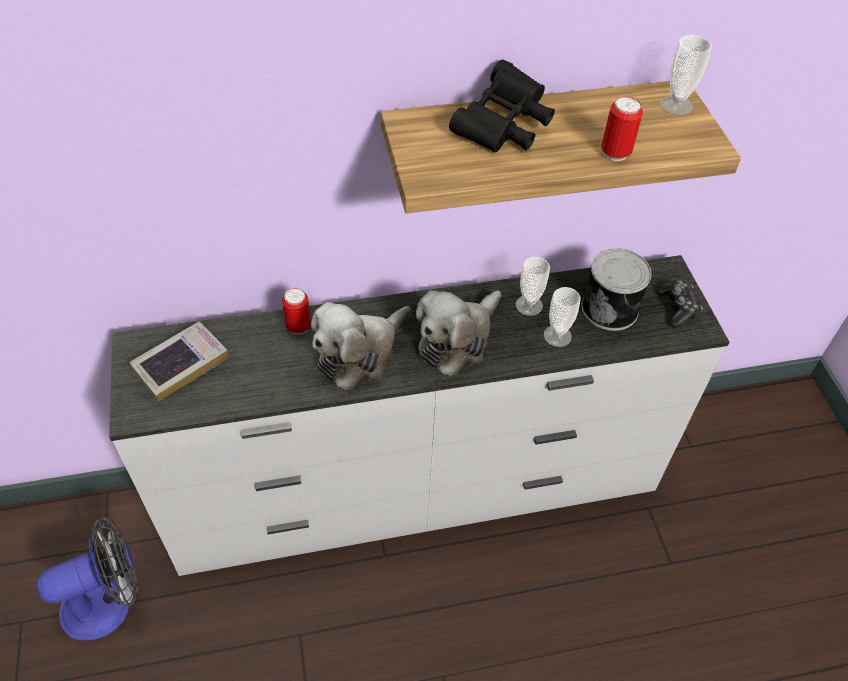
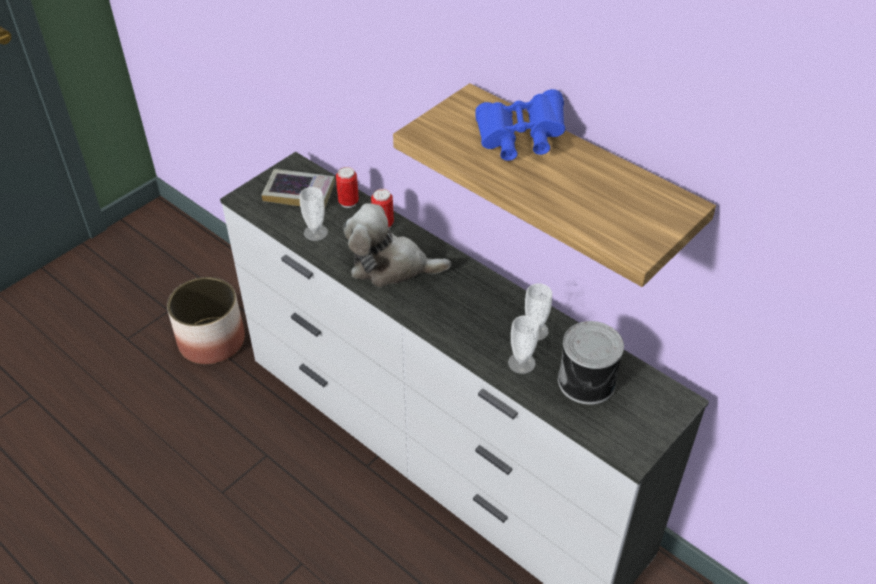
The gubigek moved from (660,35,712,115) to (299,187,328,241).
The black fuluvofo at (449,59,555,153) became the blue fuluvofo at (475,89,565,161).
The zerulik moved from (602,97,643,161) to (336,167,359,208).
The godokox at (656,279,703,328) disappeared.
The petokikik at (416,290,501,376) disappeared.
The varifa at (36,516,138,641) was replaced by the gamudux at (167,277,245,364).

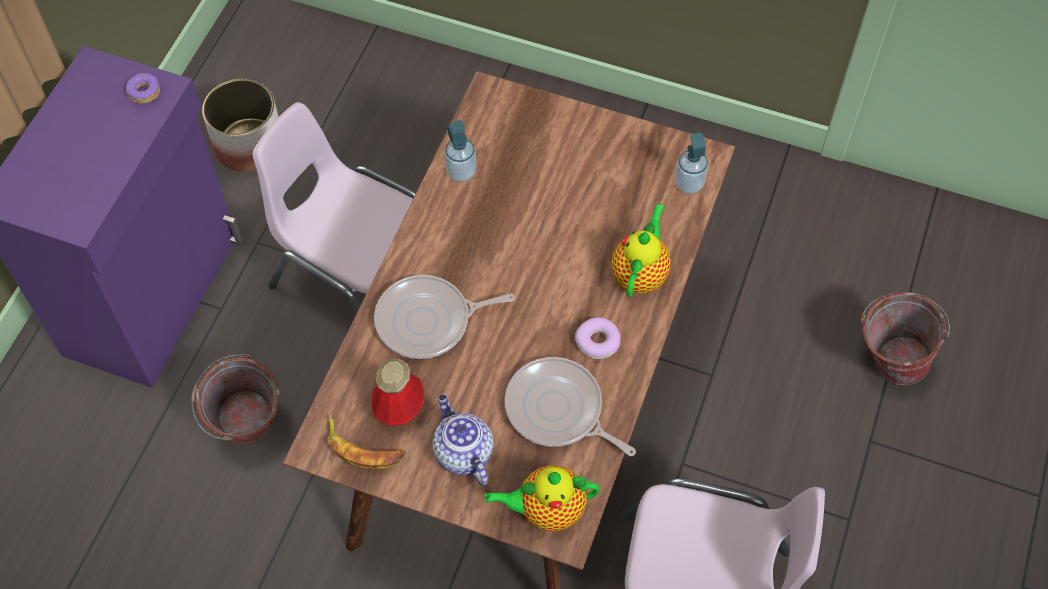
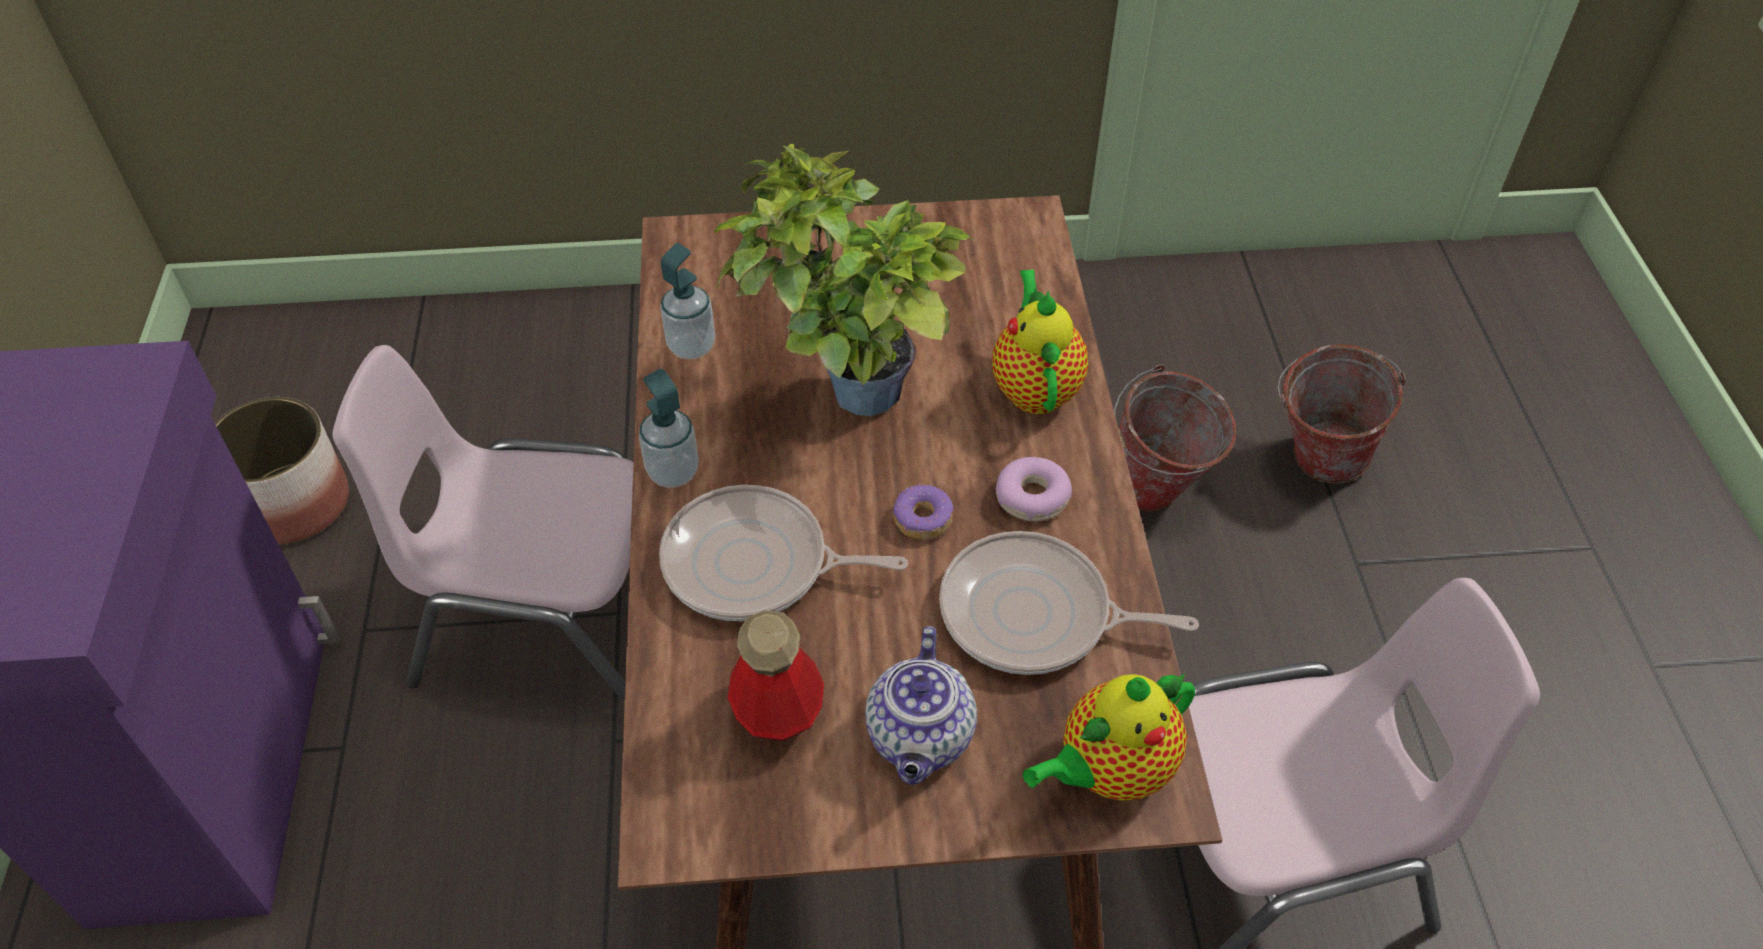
The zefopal moved from (126,73,160,104) to (893,484,953,540).
The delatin moved from (675,133,708,194) to (639,369,698,488).
The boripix at (374,275,515,359) turned 45 degrees clockwise.
The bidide moved from (191,354,280,443) to (1114,365,1237,512).
The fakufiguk at (432,395,494,486) turned 120 degrees counterclockwise.
The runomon at (327,414,406,470) disappeared.
The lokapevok at (714,144,973,416) appeared.

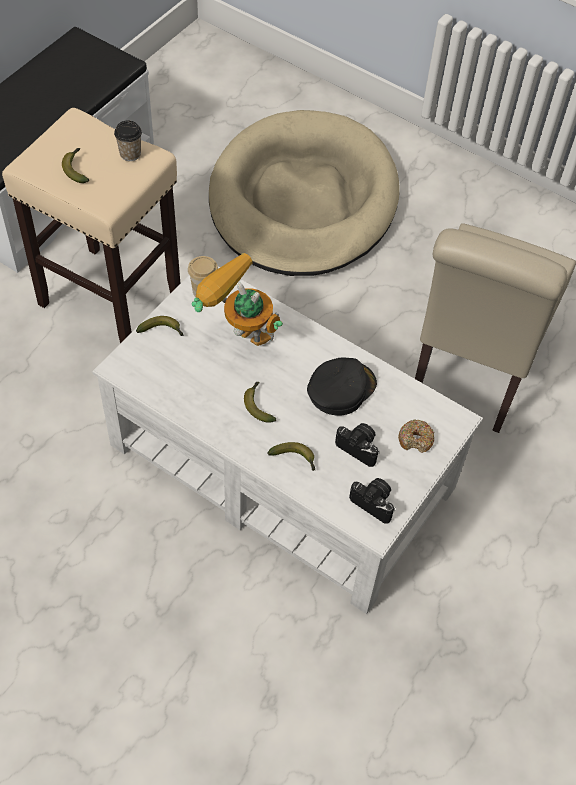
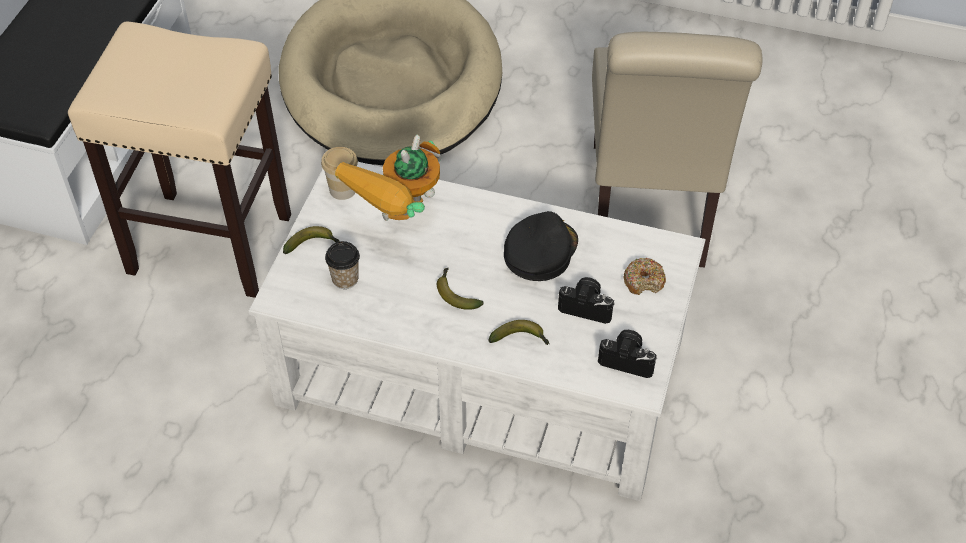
The gubigek moved from (114,121,142,161) to (325,241,360,289).
The runomon at (62,148,89,183) disappeared.
The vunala at (192,253,283,346) turned 75 degrees counterclockwise.

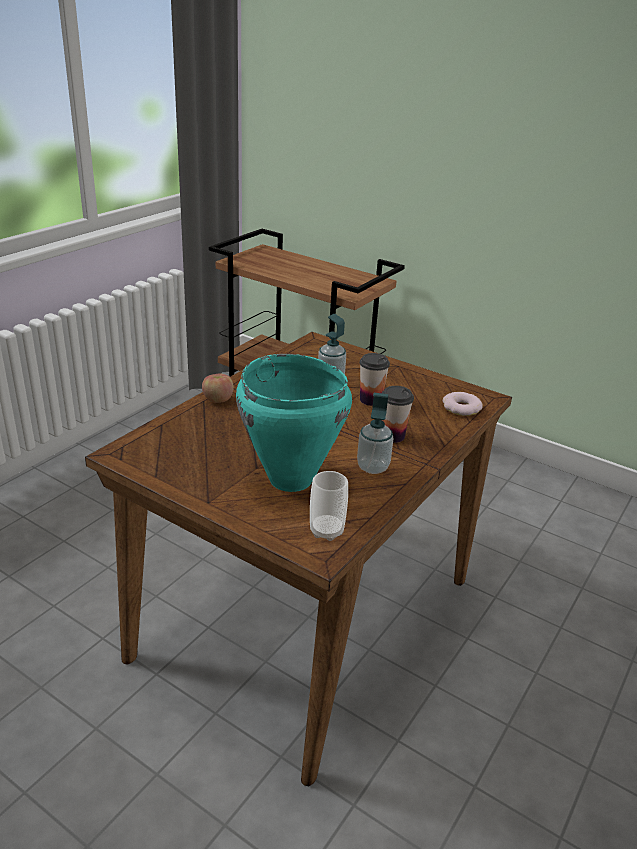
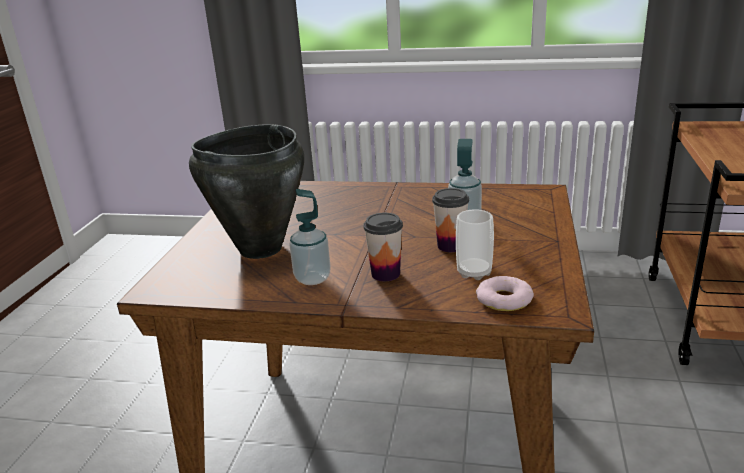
The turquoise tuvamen at (236,354,352,492) became the black tuvamen at (189,124,304,259).
The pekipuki at (202,374,234,403) disappeared.
The gubigek moved from (310,471,348,541) to (456,209,494,280).

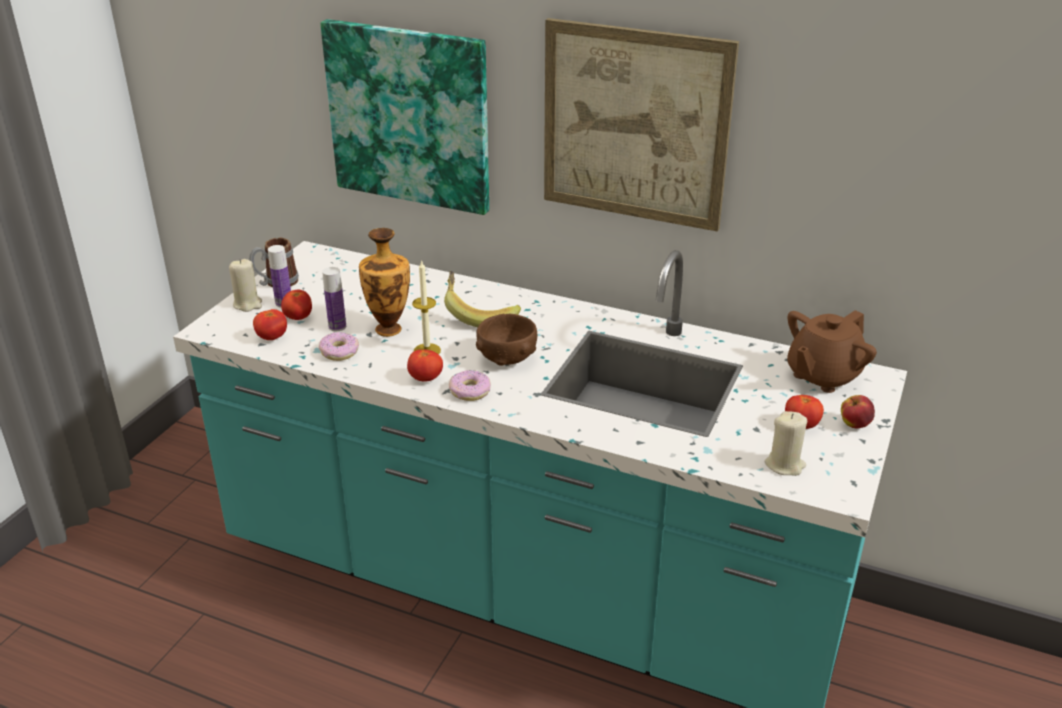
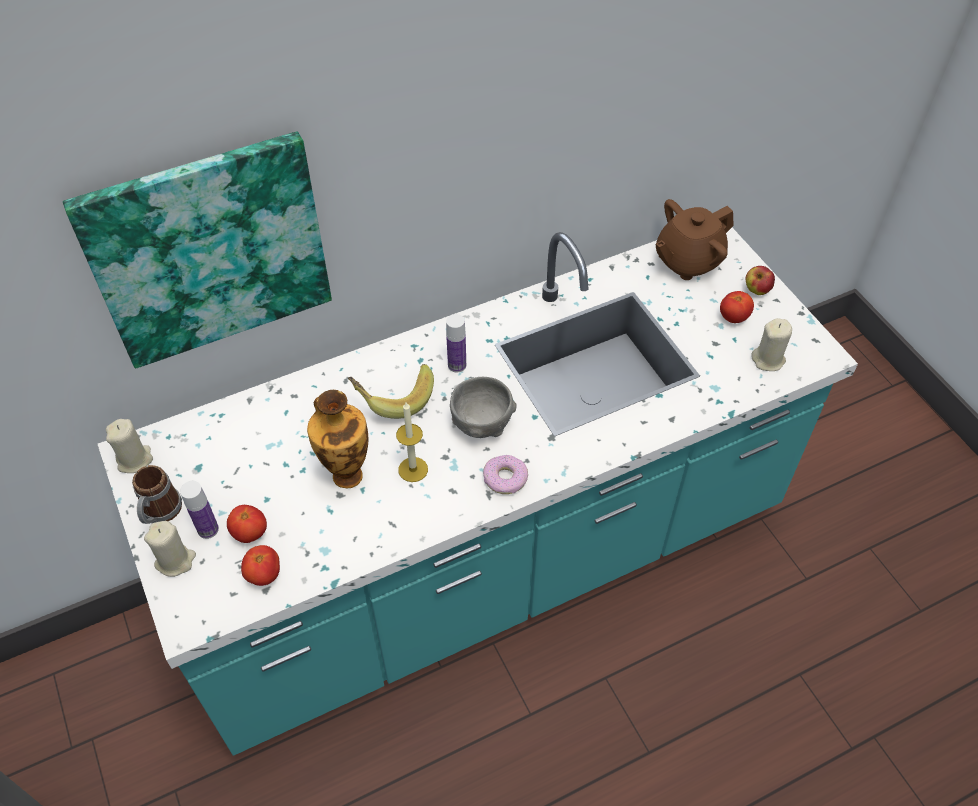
The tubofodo at (544,18,739,232) disappeared.
The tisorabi moved from (322,267,346,331) to (446,314,466,372).
The brown fakufiguk at (787,310,877,393) turned 60 degrees clockwise.
The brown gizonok at (476,314,537,366) became the grey gizonok at (450,377,517,438).
The zefopal at (319,332,359,361) disappeared.
The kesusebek at (407,350,443,381) disappeared.
The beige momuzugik at (106,419,153,473) appeared.

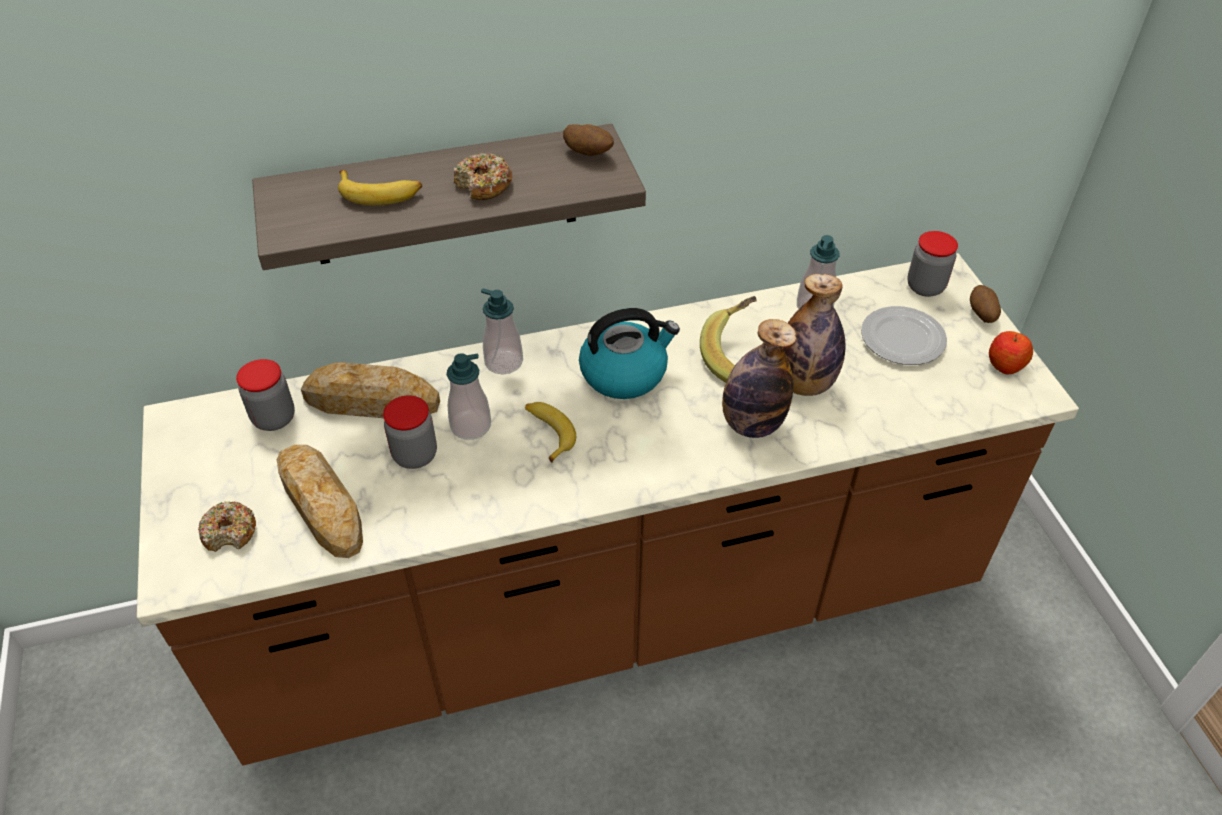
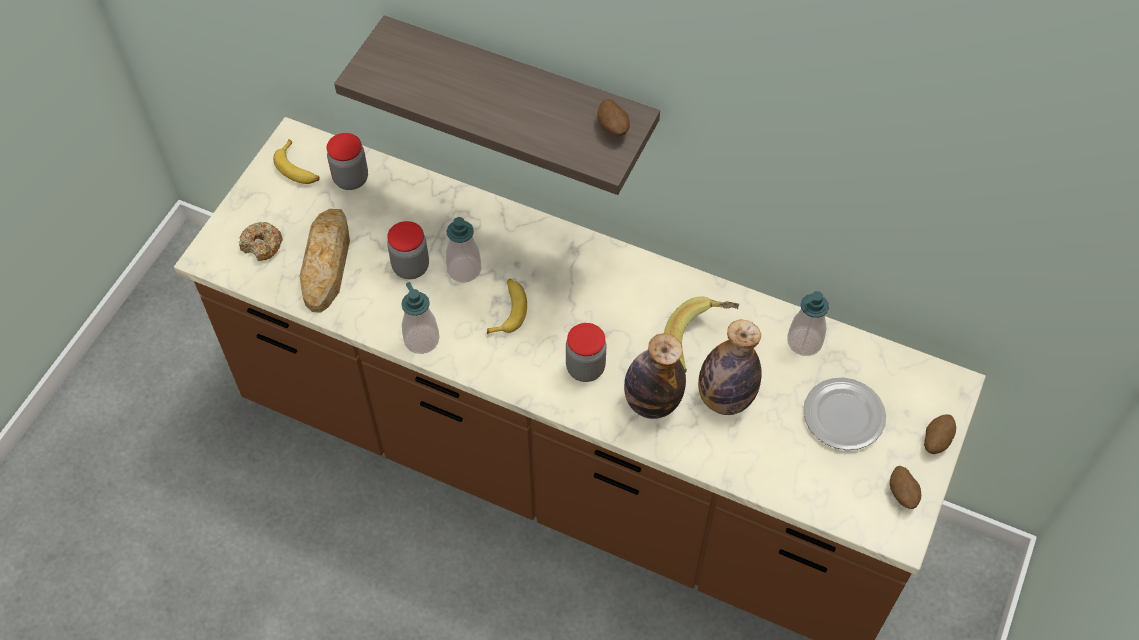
The zefopal at (453,153,512,200) disappeared.
The runomon moved from (338,170,422,205) to (273,139,319,184).
The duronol moved from (907,231,958,297) to (566,323,606,382).
The delatin moved from (481,288,523,375) to (401,282,440,354).
The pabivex at (579,308,680,399) disappeared.
The pekipuki at (989,331,1033,374) was replaced by the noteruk at (890,466,921,509).
The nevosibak at (301,362,440,418) disappeared.

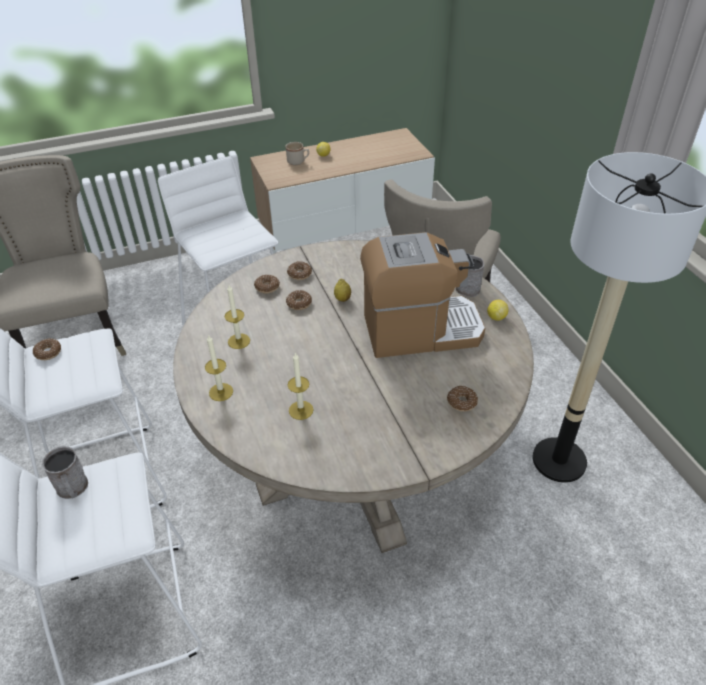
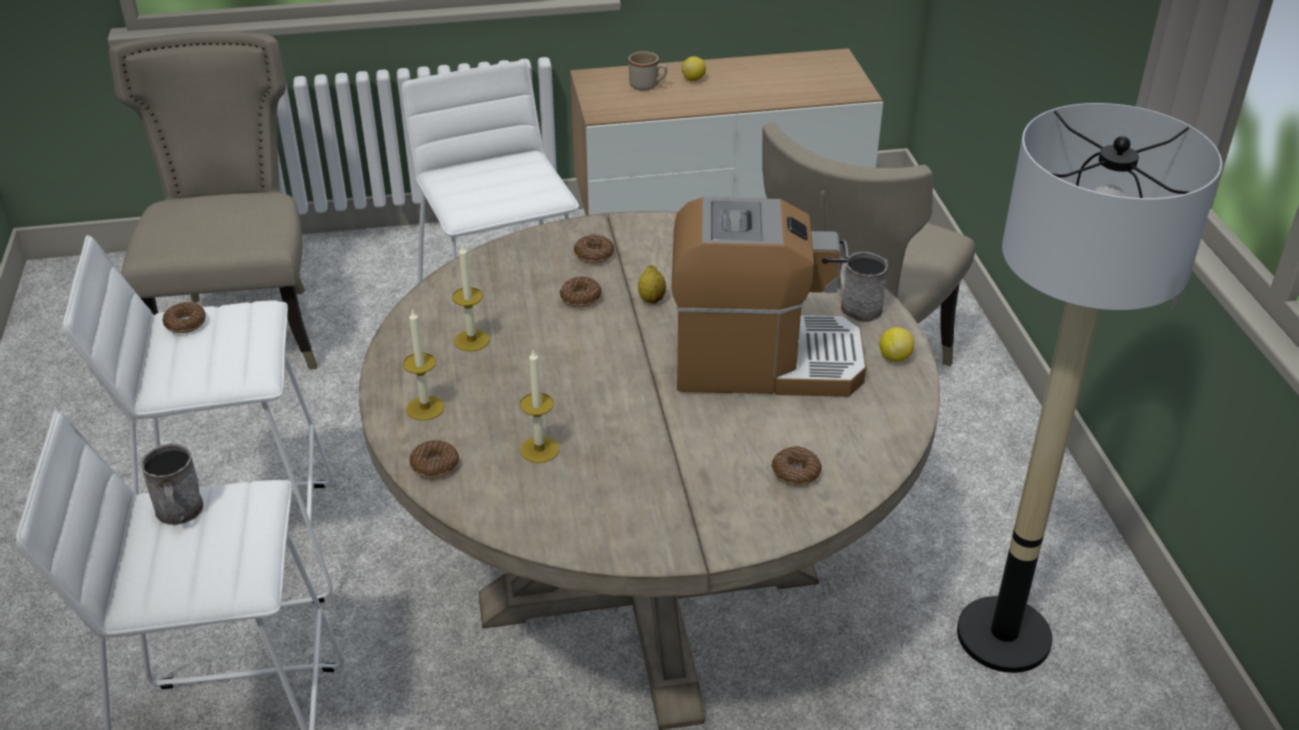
The zefopal moved from (254,275,280,294) to (410,440,459,479).

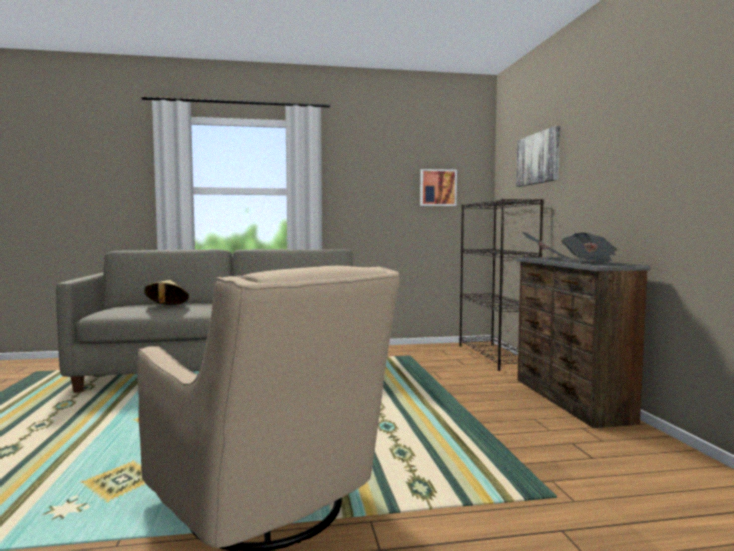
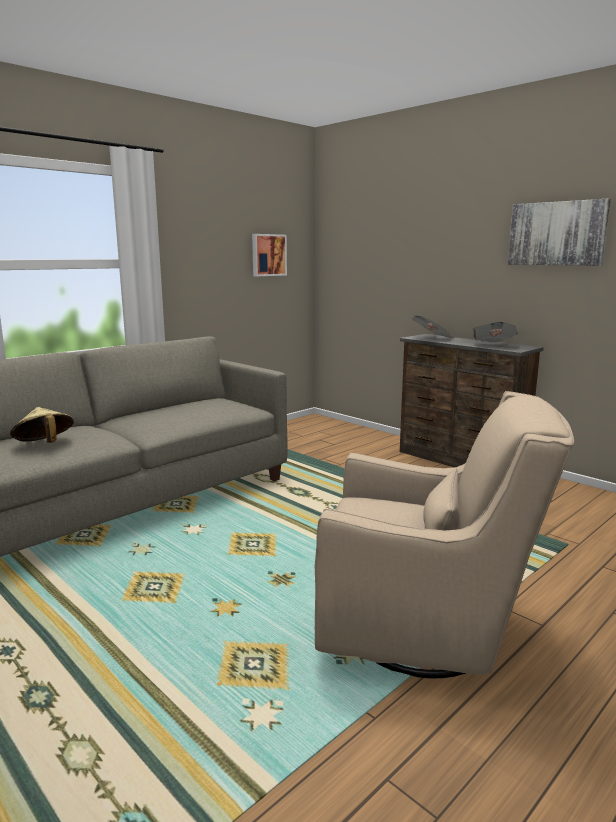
The tubofodo moved from (516,126,560,187) to (508,199,611,266).
The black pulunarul at (459,199,544,371) disappeared.

